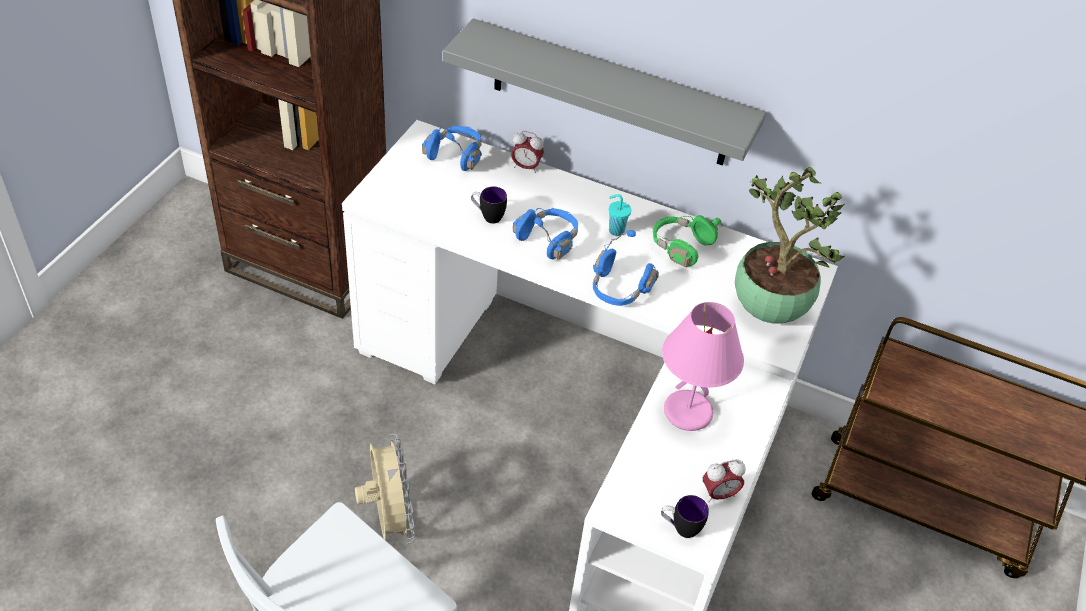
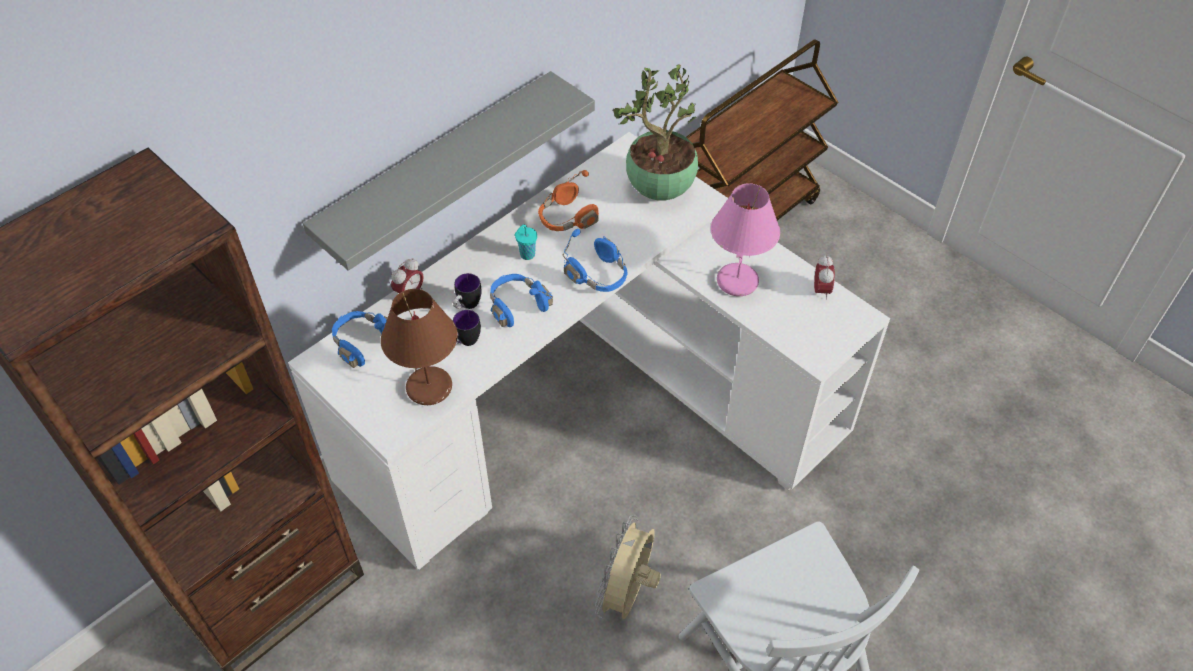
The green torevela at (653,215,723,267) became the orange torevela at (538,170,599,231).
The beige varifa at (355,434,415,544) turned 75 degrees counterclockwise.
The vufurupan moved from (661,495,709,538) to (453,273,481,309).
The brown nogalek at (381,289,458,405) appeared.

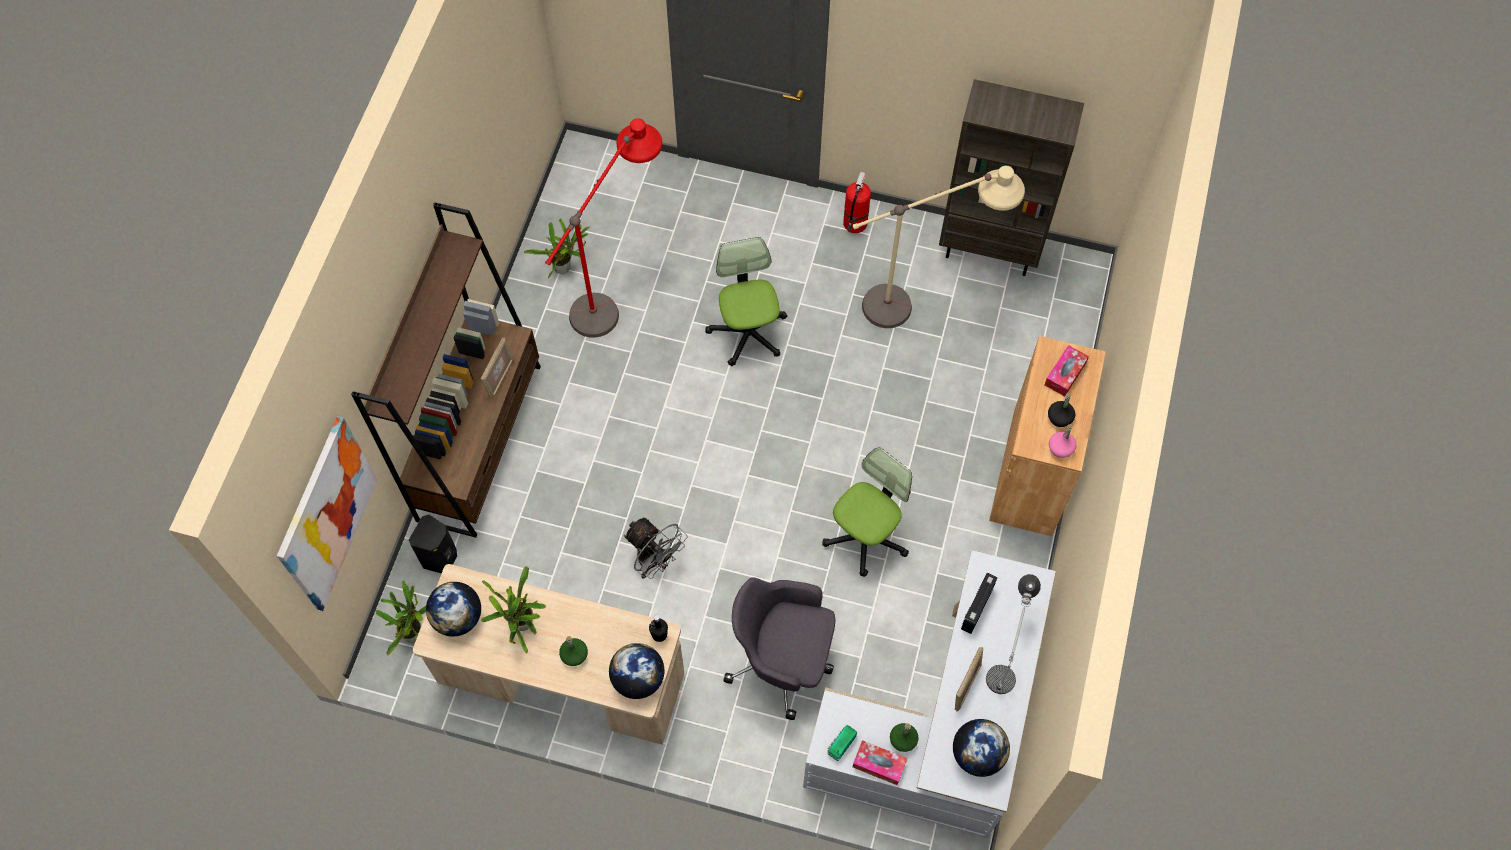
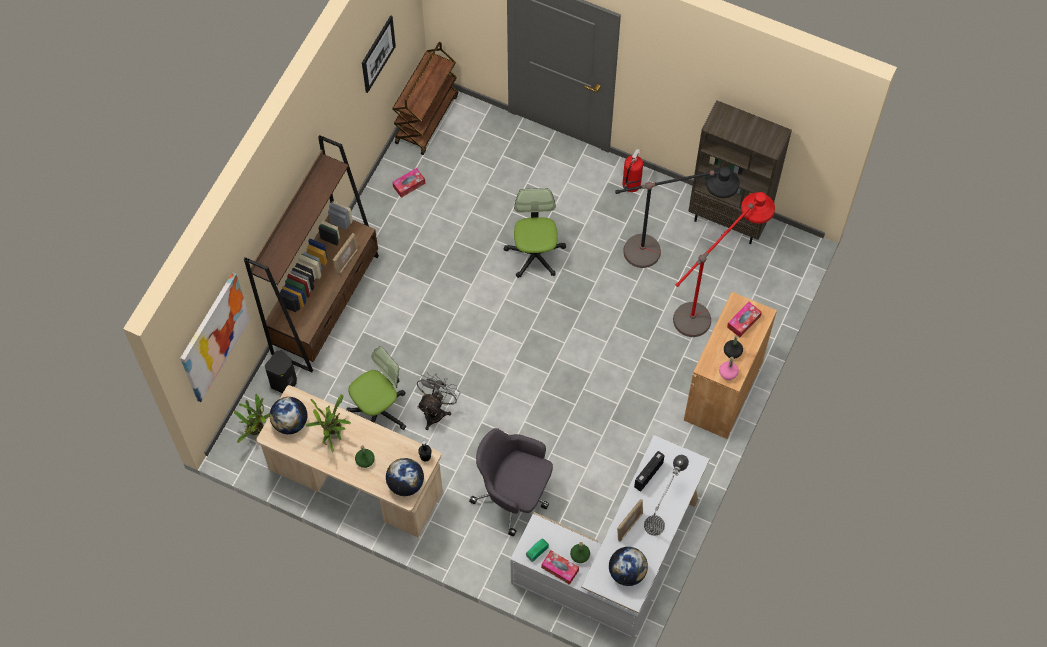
The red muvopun moved from (545,118,662,338) to (673,192,775,337).
The beige muvopun at (853,166,1025,328) became the black muvopun at (615,167,739,268).
The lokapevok at (523,219,590,278) was replaced by the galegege at (392,168,425,198).
The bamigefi moved from (822,448,912,577) to (346,346,406,430).
The grey varifa at (624,517,687,579) turned 120 degrees counterclockwise.
The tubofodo at (362,15,396,93) appeared.
The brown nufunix at (392,42,458,155) appeared.

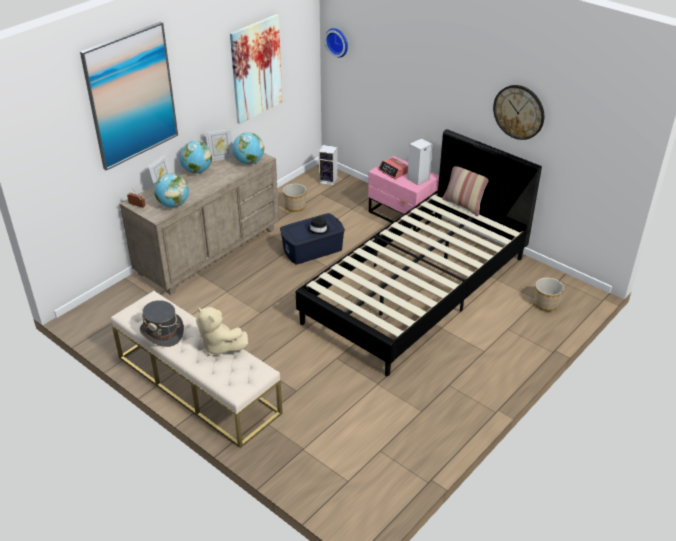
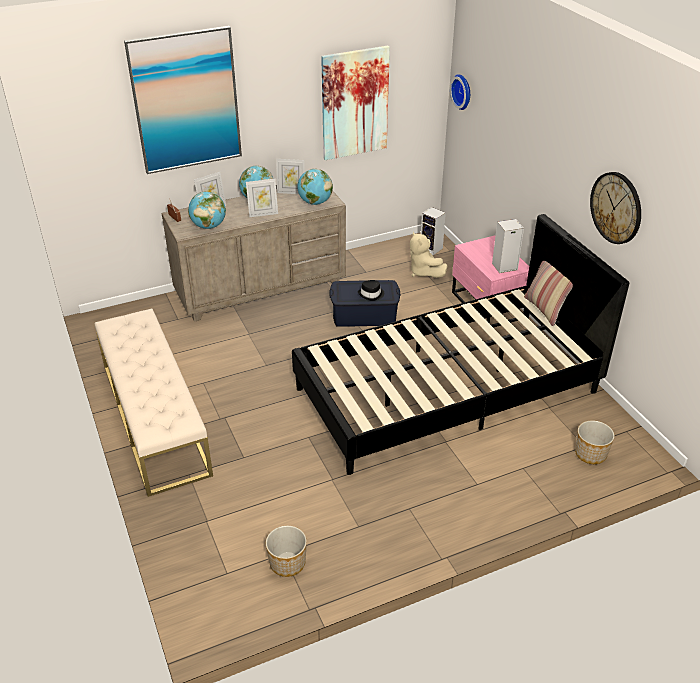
The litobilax at (378,157,408,179) disappeared.
The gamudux moved from (282,183,307,212) to (266,526,307,577).
The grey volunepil at (140,300,184,347) disappeared.
The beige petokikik moved from (196,307,248,356) to (410,232,447,278).
The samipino at (246,179,278,217) appeared.

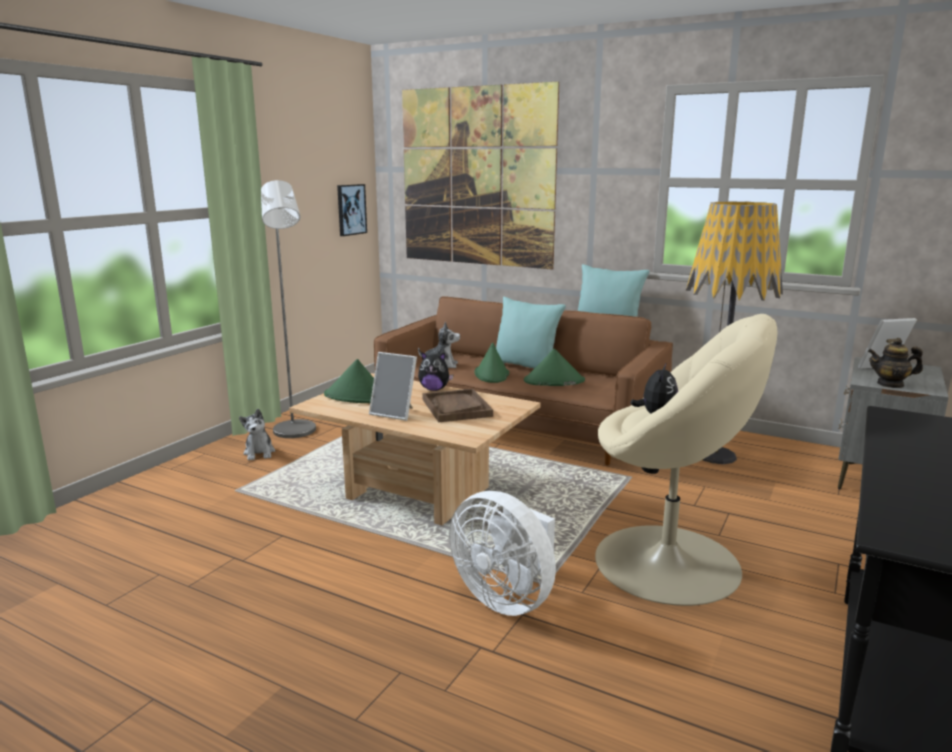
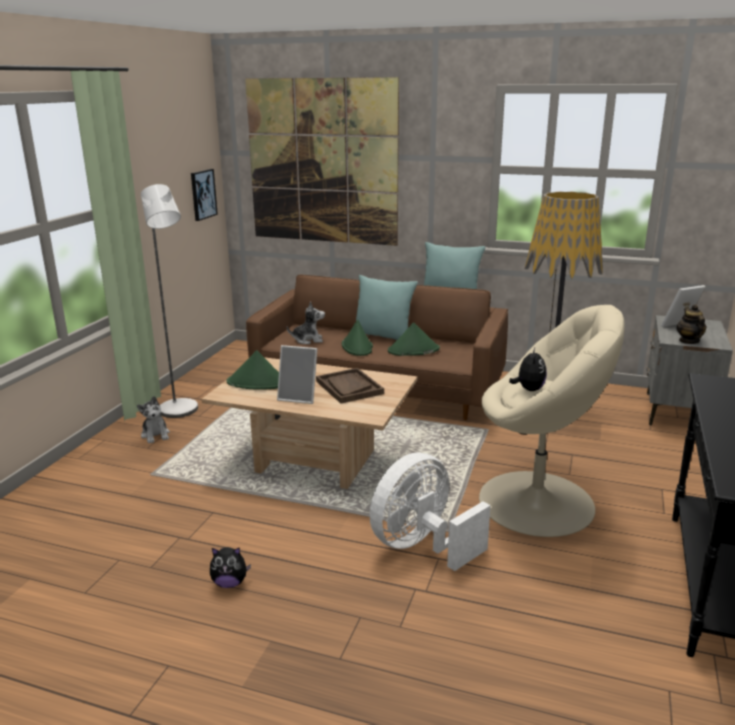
The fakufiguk at (868,338,923,388) turned 90 degrees clockwise.
The petokikik moved from (418,352,453,391) to (210,547,251,588).
The white varifa at (449,491,556,616) turned 105 degrees clockwise.

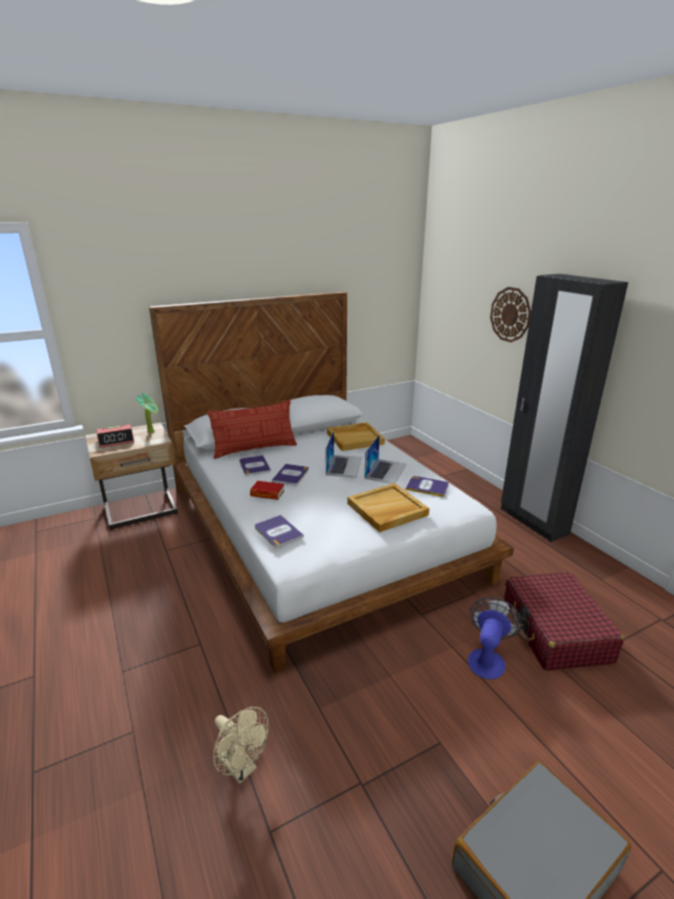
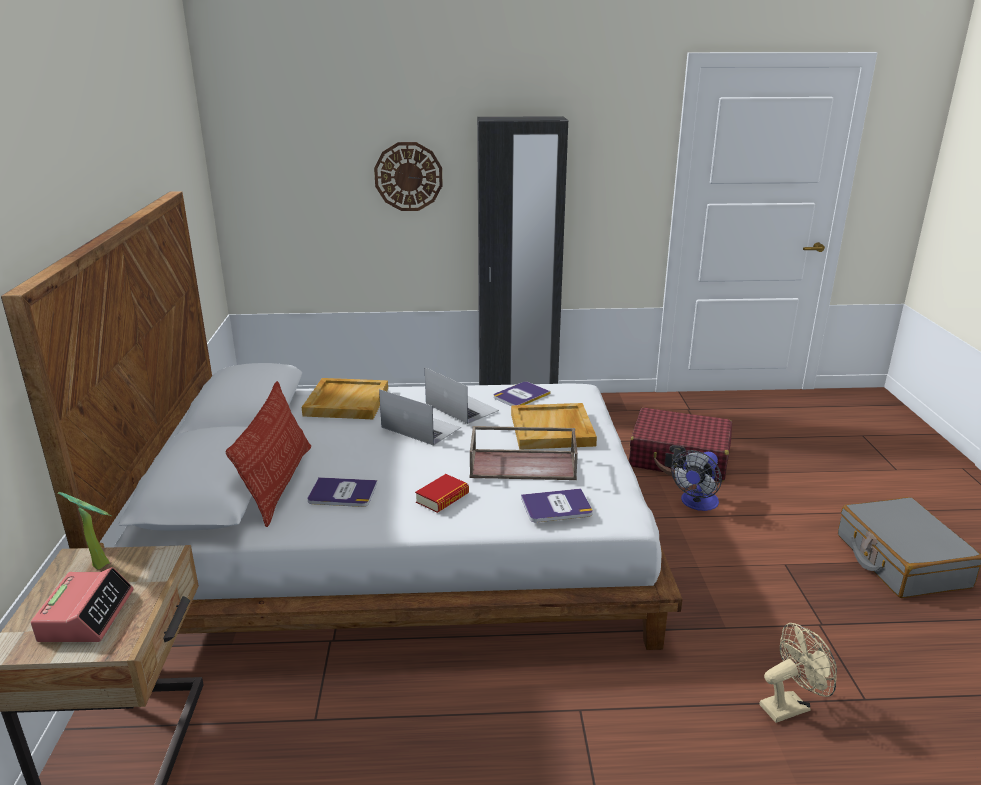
The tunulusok at (272,464,309,486) disappeared.
The varifa at (468,597,522,679) turned 105 degrees counterclockwise.
The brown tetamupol at (470,426,578,480) appeared.

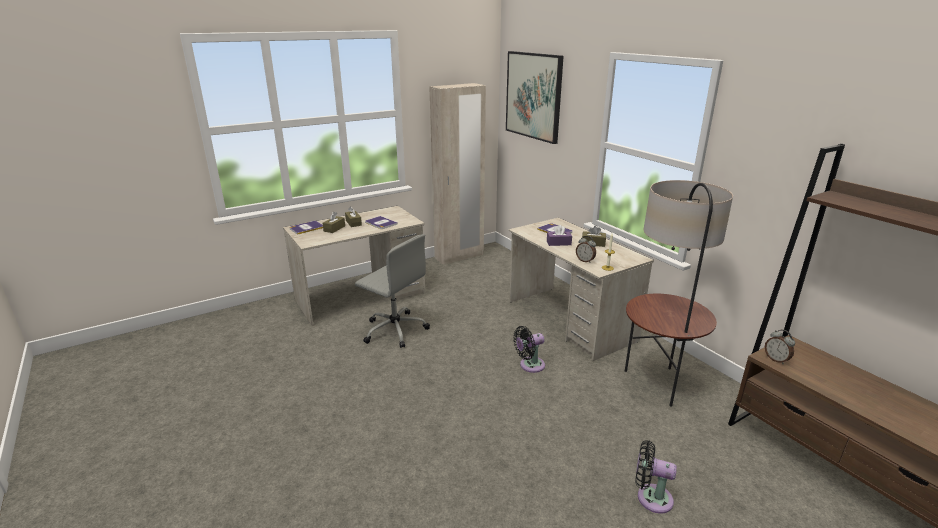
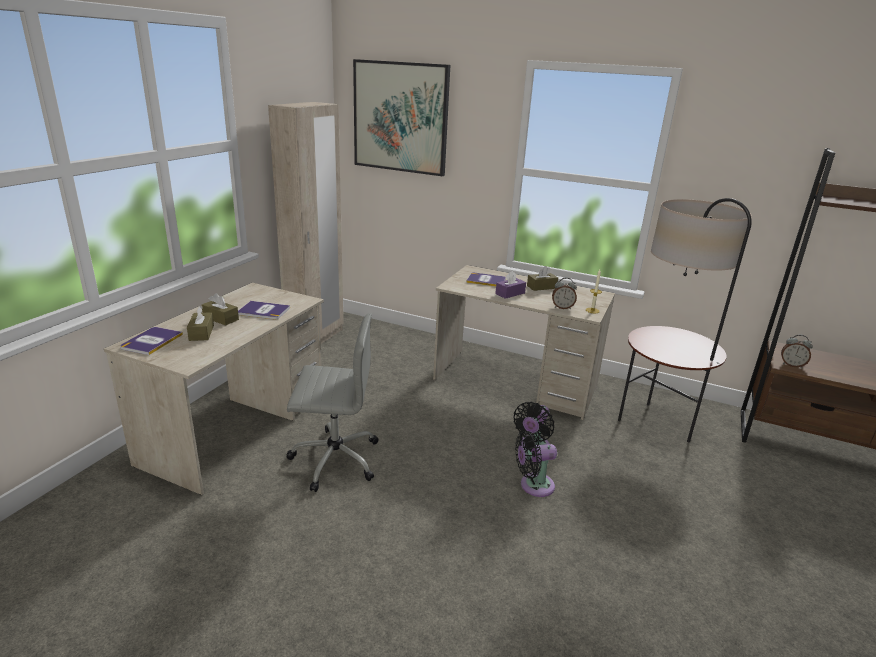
The black varifa moved from (635,440,677,514) to (515,431,557,497).

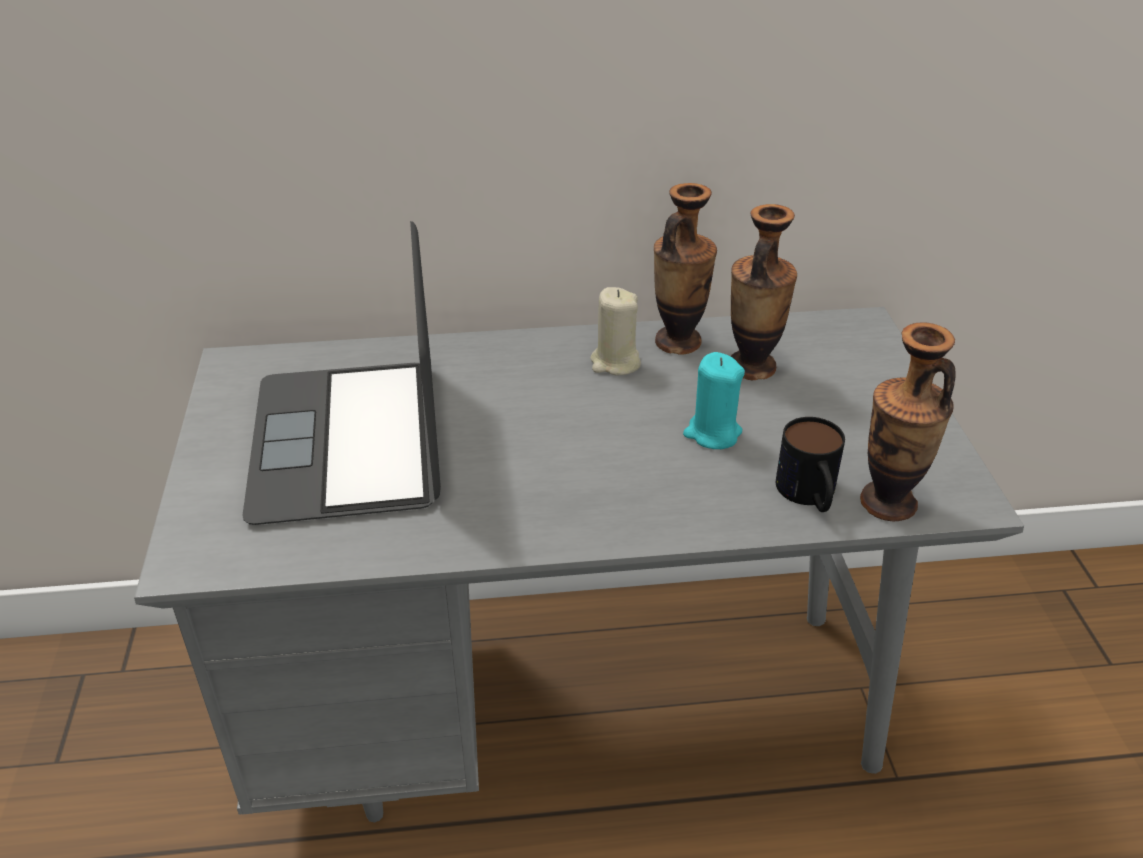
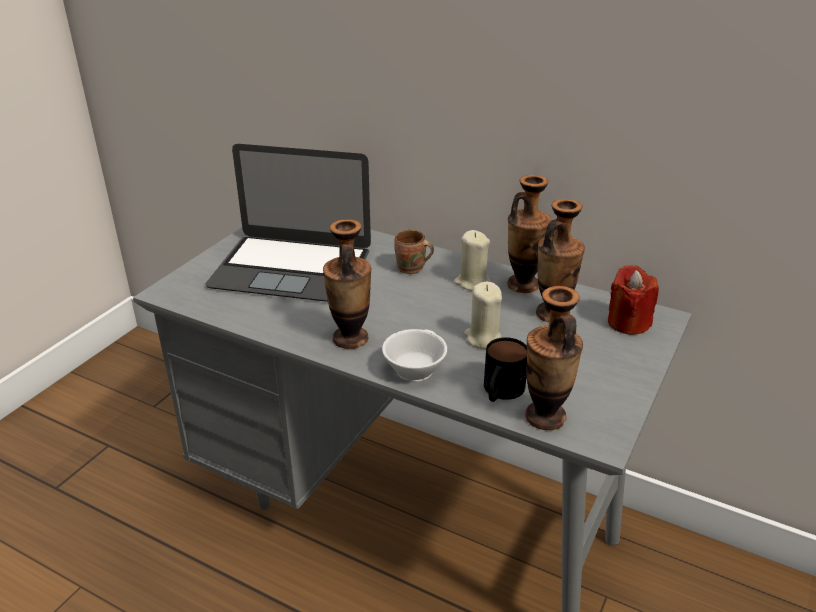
The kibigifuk at (242,221,441,525) turned 105 degrees counterclockwise.
The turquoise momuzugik at (683,352,745,449) became the beige momuzugik at (464,282,502,349).
The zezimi at (323,219,371,349) appeared.
The brown vufurupan at (394,230,434,274) appeared.
The red momuzugik at (608,265,659,335) appeared.
The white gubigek at (382,329,447,382) appeared.

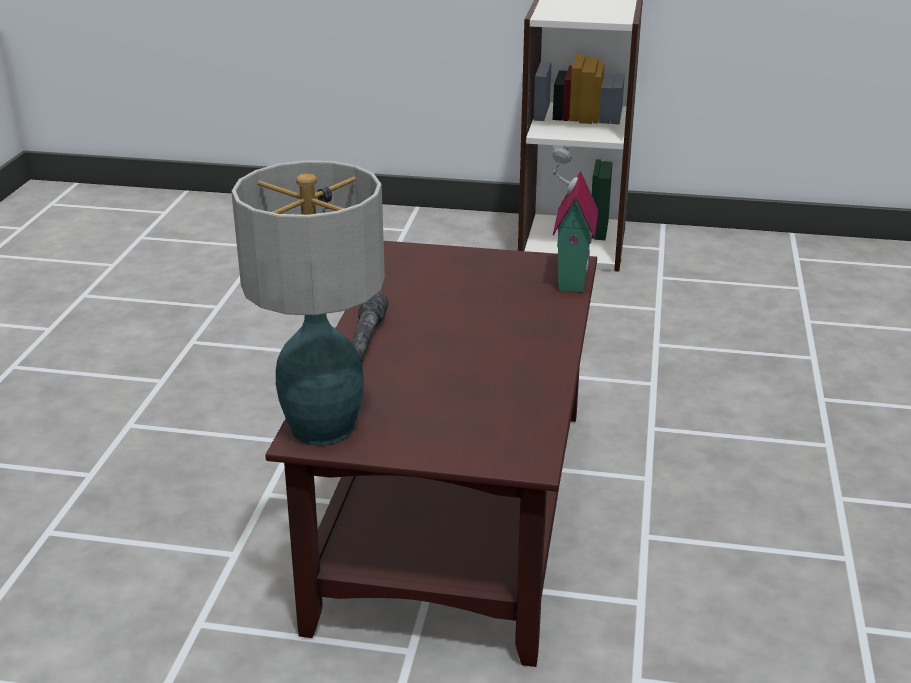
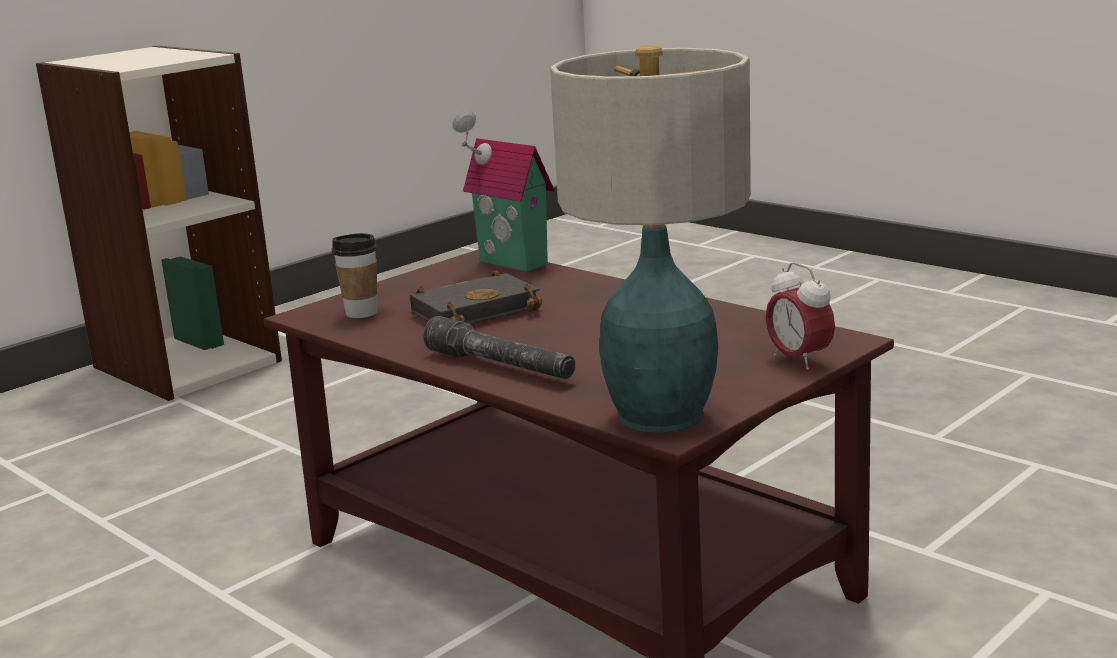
The gubigek at (332,233,377,318) appeared.
The litobilax at (766,262,835,370) appeared.
The black tunulusok at (409,269,542,324) appeared.

